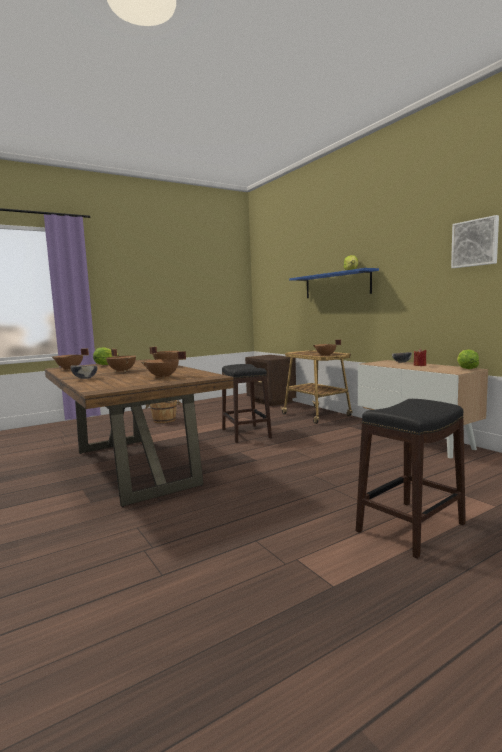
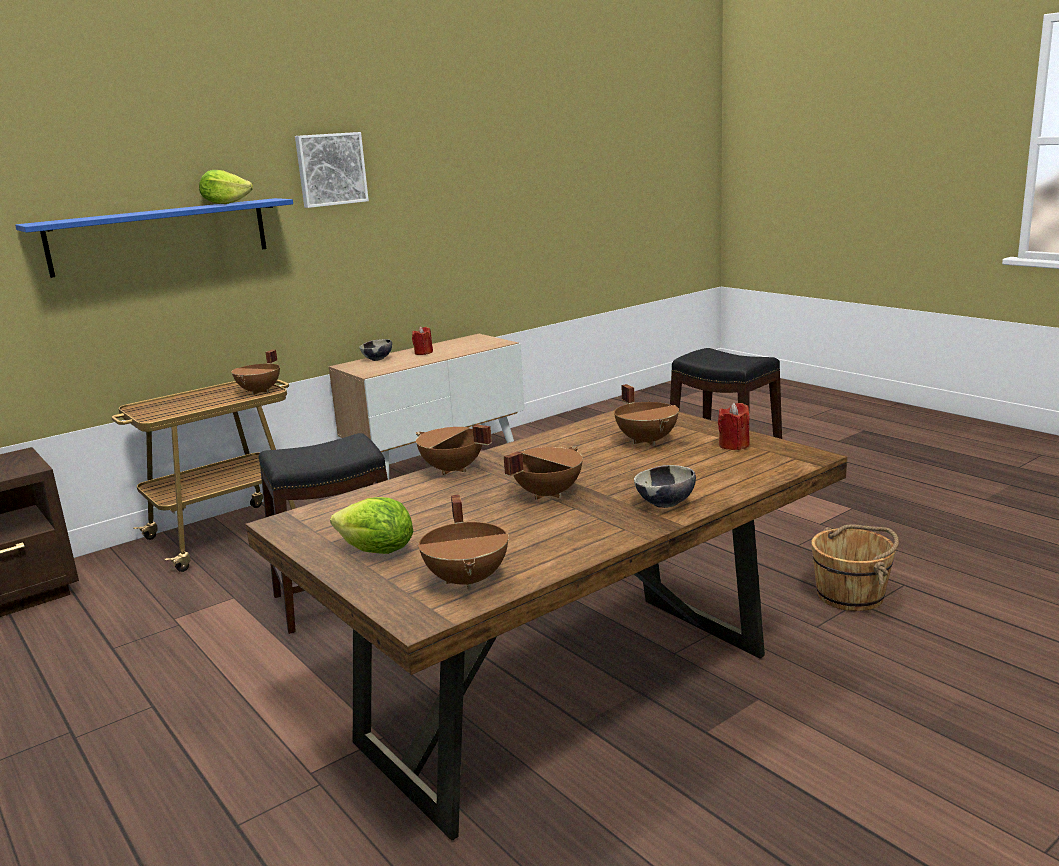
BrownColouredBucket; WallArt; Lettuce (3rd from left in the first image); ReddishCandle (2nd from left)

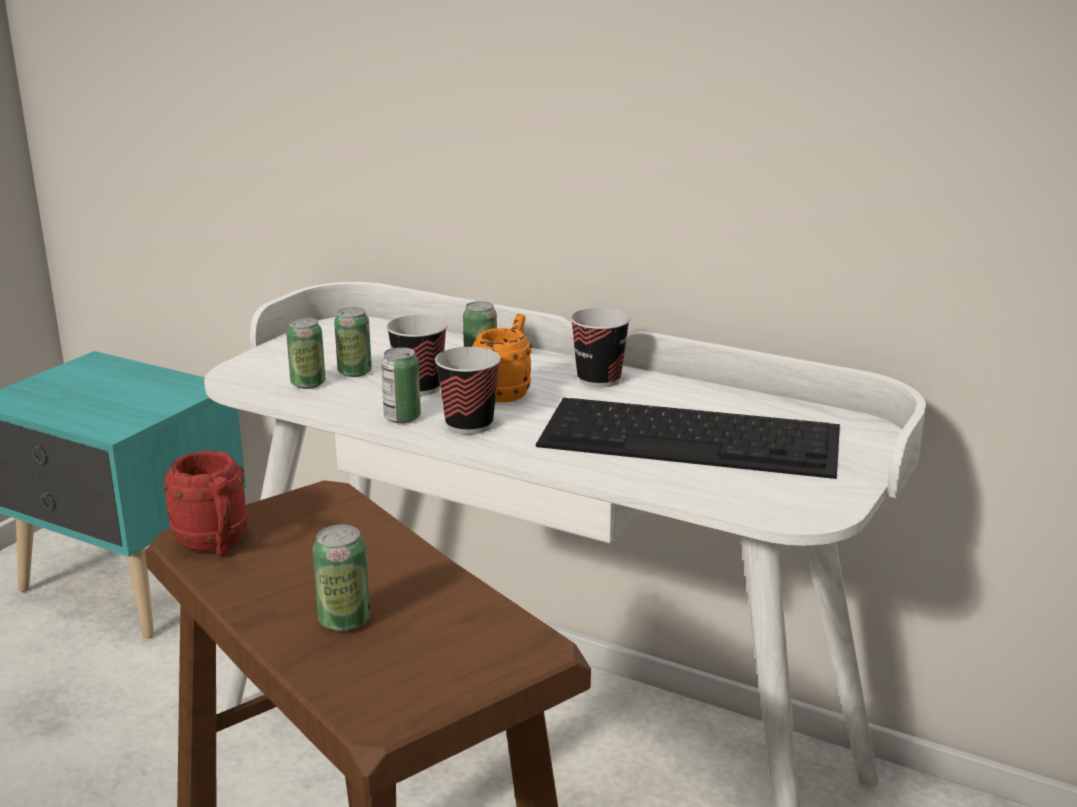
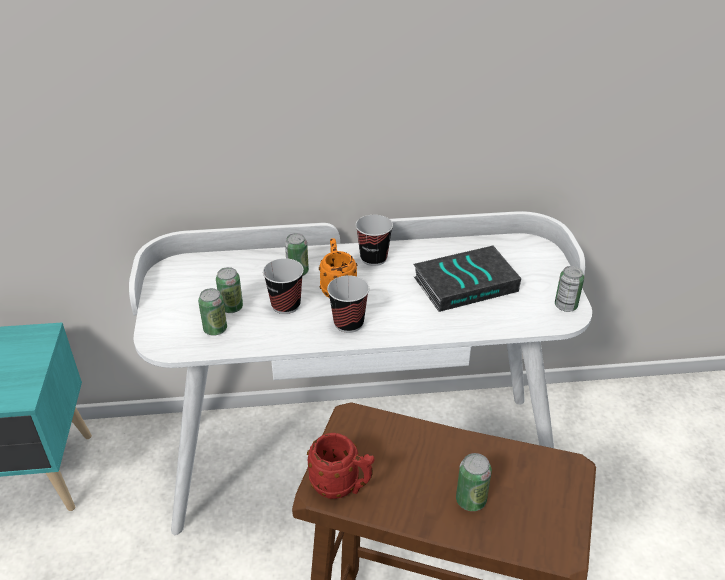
SealedCan (5th from left); BoundBook

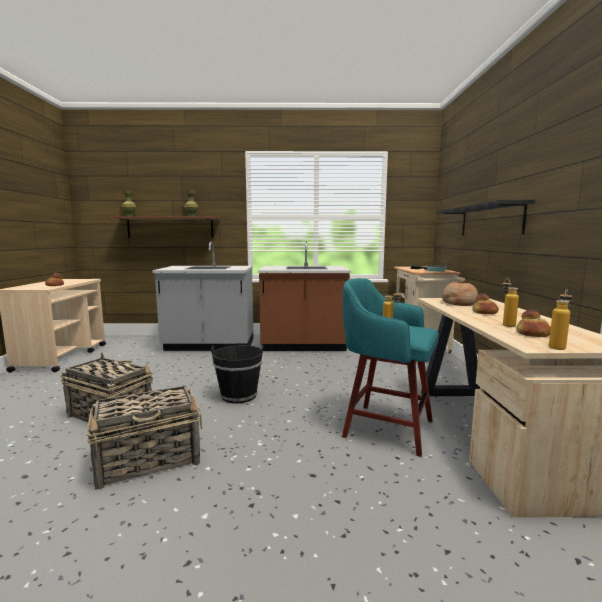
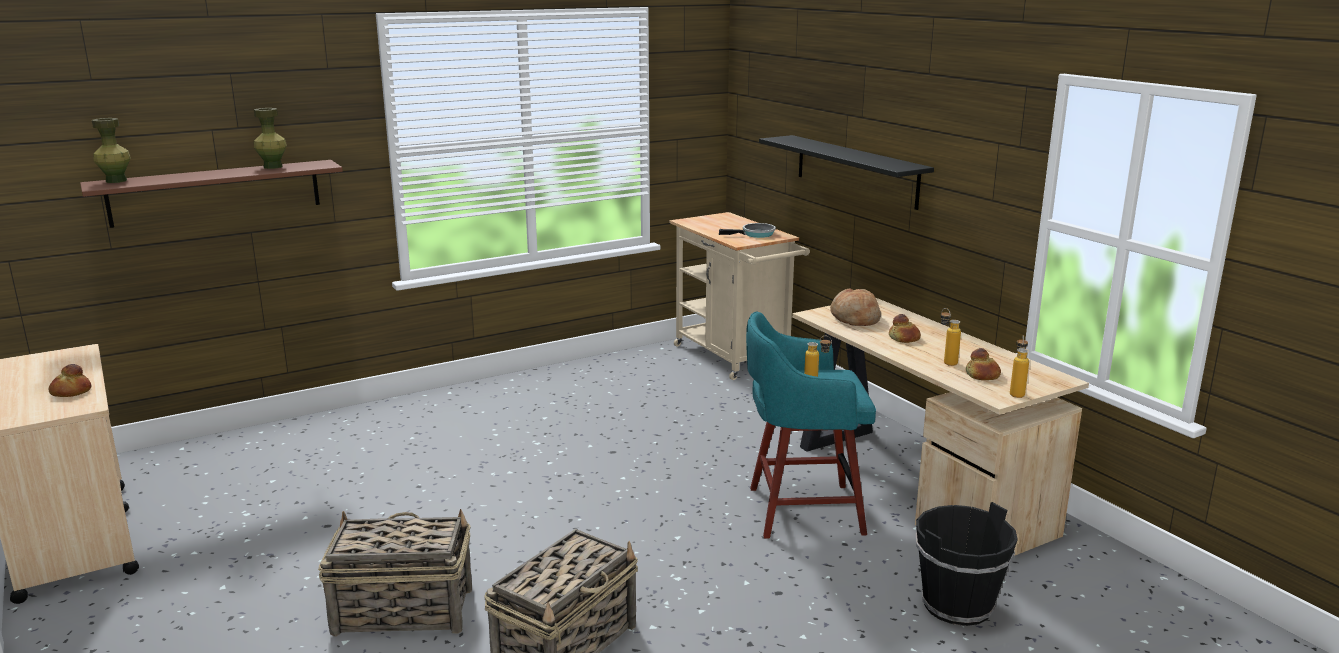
GreyKitchenCounter; BlackBucket; BrownColouredKitchenCounter

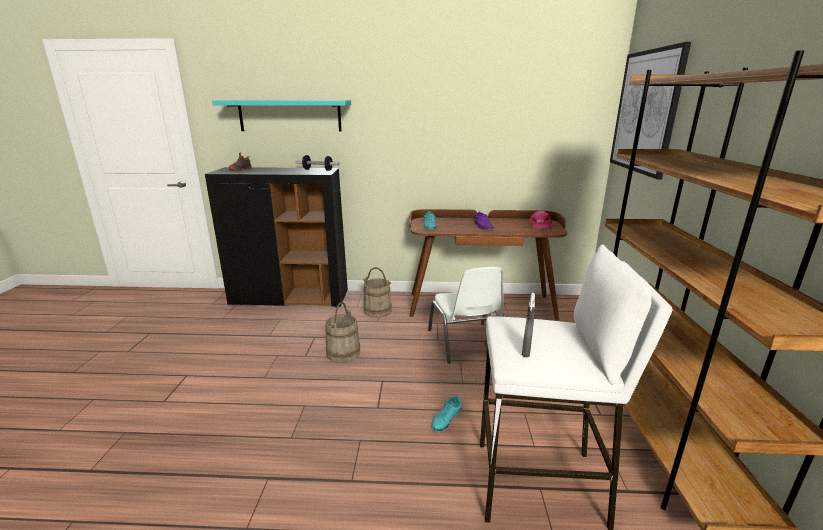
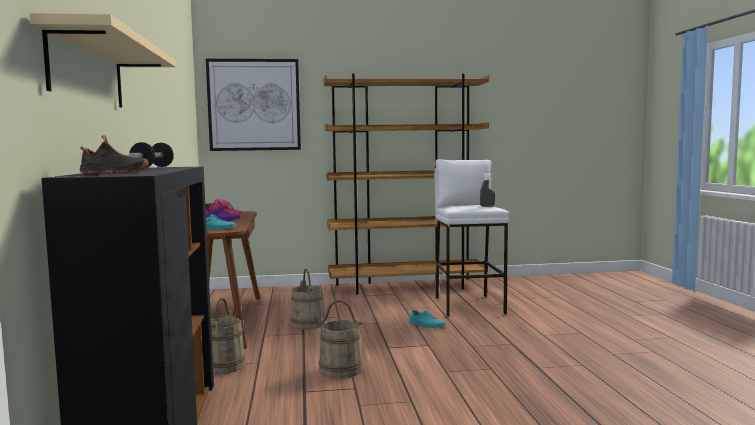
SandColouredShelf; SandColouredBucket (2nd from left)

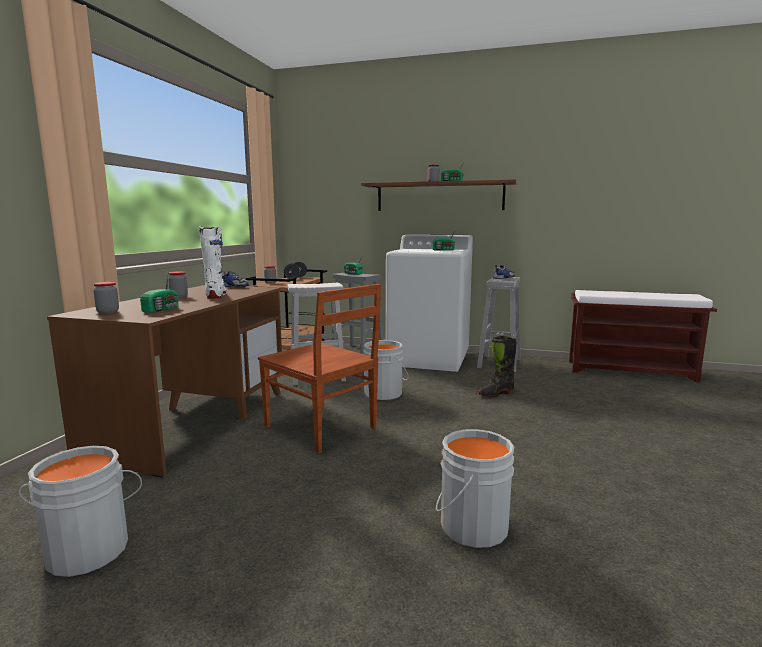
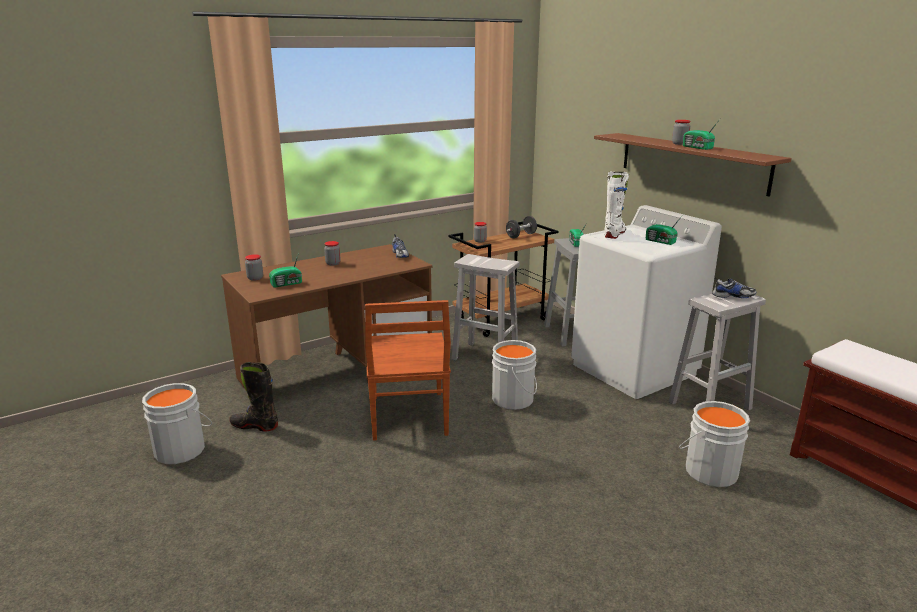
WhiteTallBoot; GreyBucket (3rd from left); BlackTallBoot

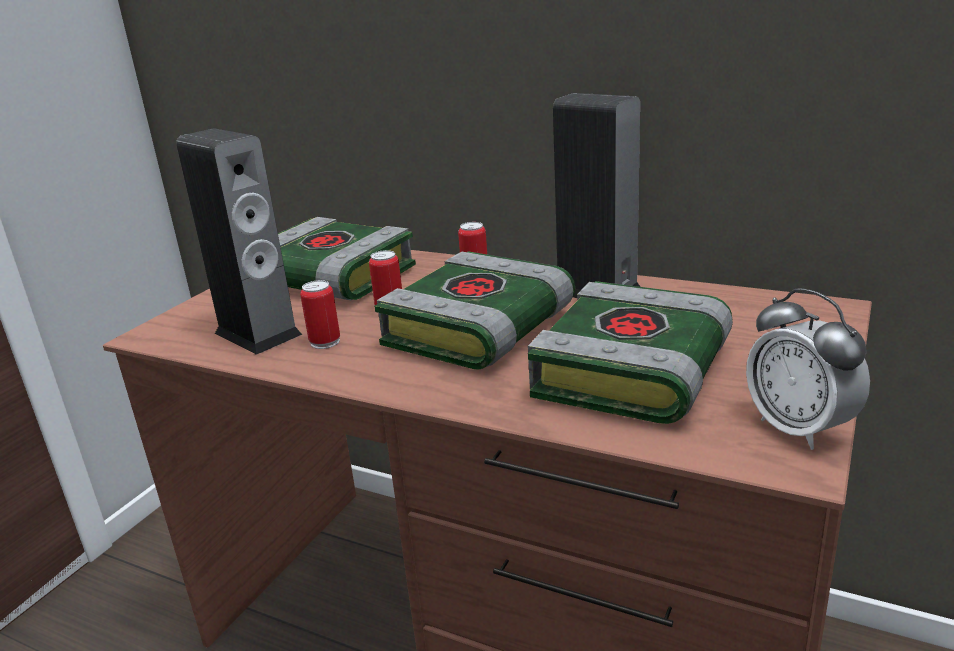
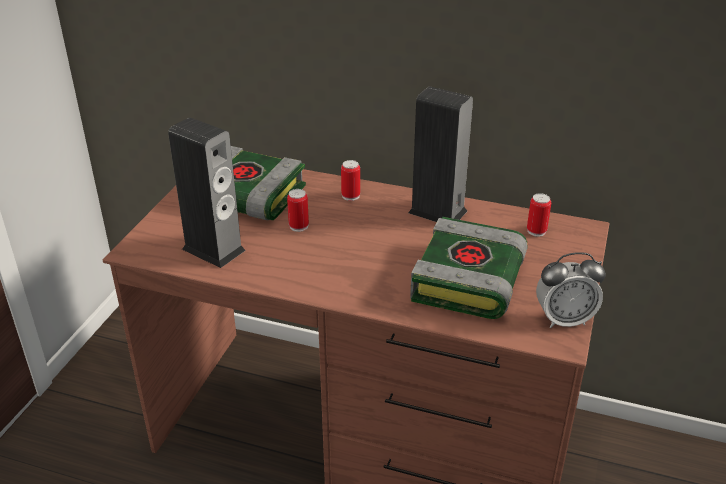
SealedCan (3rd from left); BoundBook (2nd from left in the first image); AlarmClock

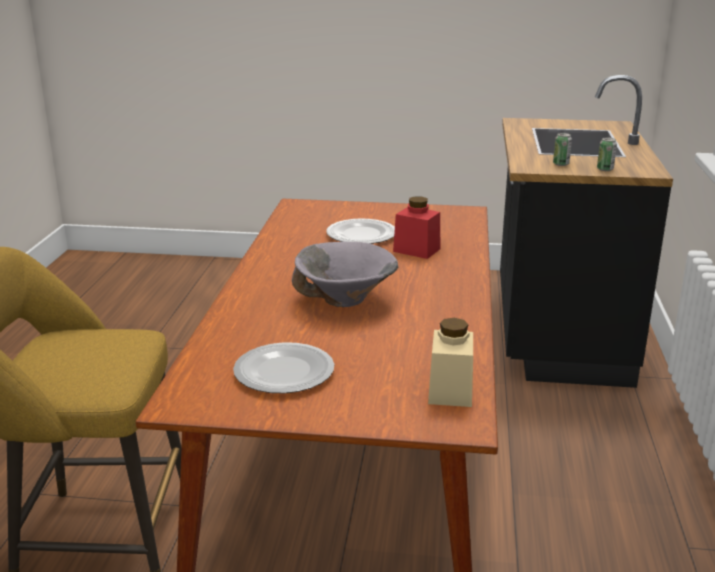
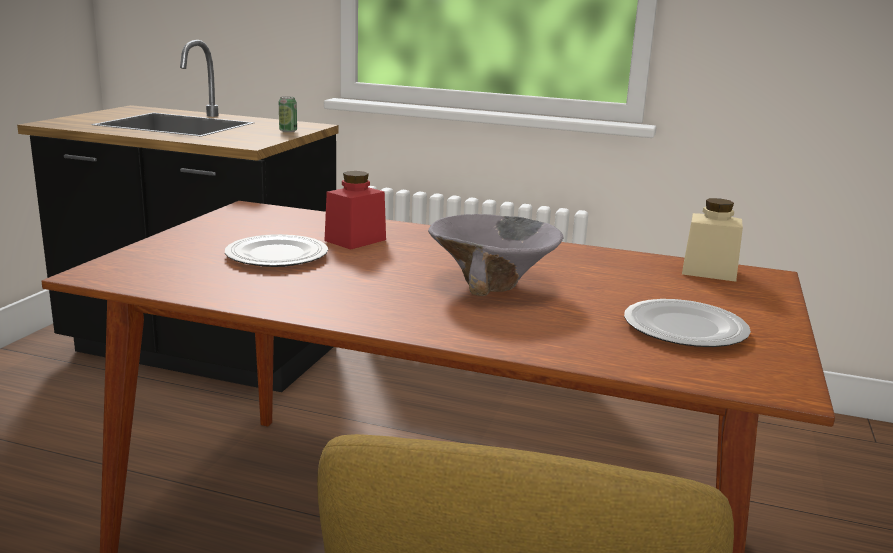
SealedCan (1st from left in the first image)

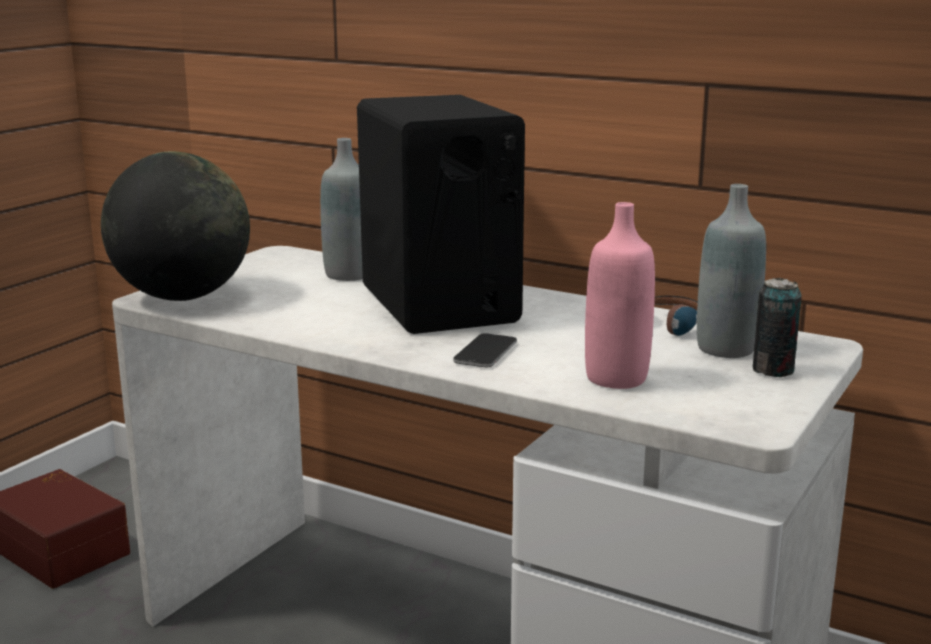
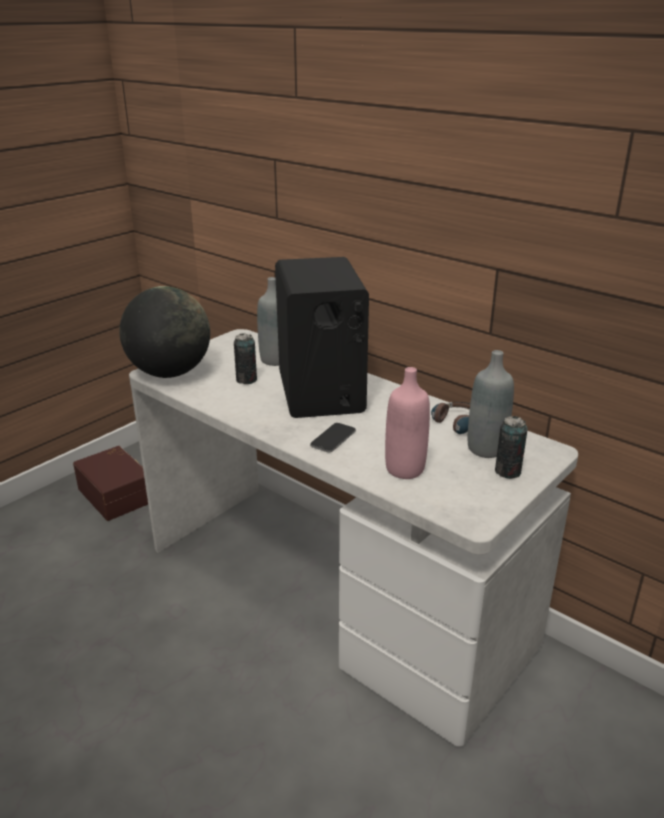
SealedCan (1st from left)

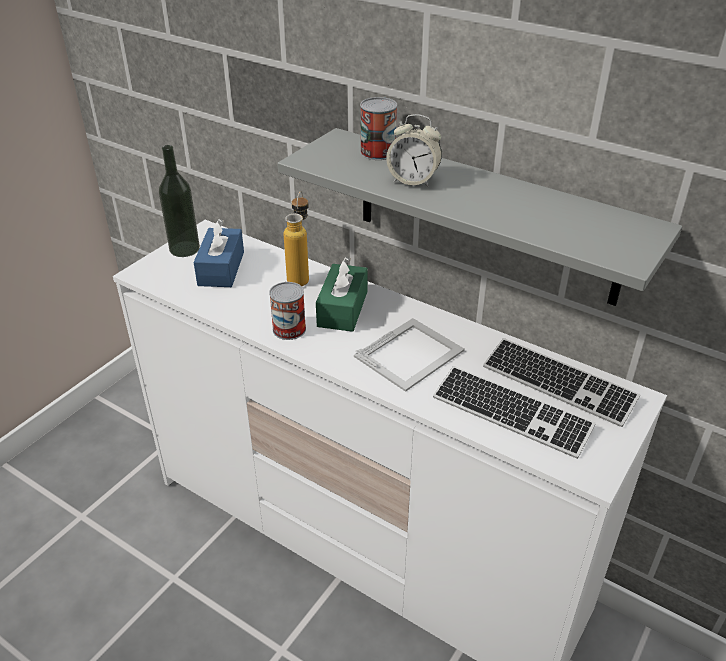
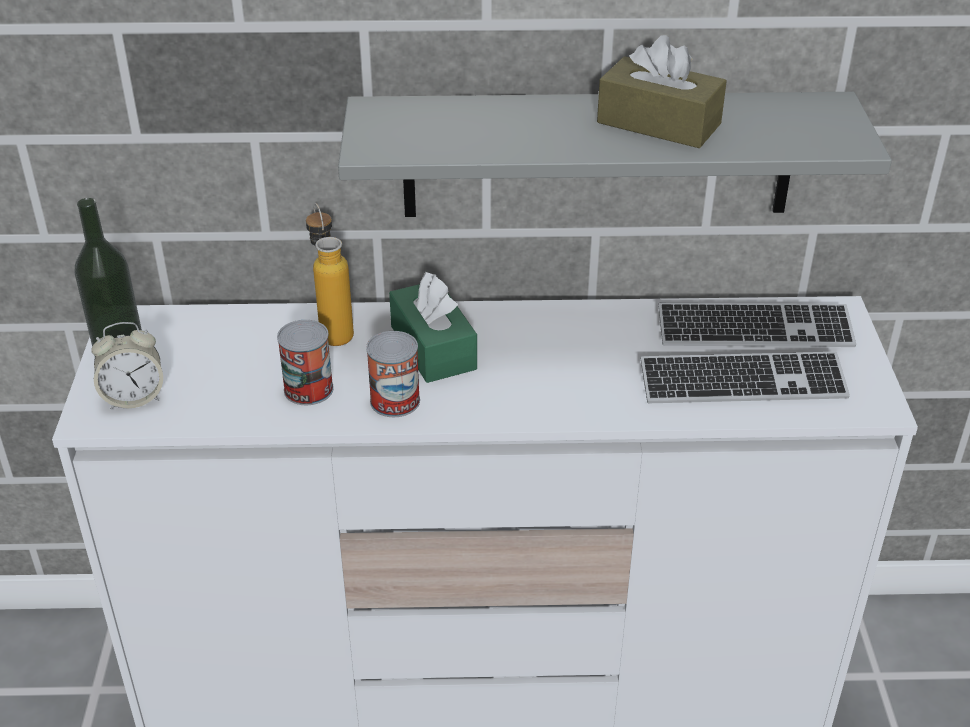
BlueColouredBoxOfTissues; PictureFrame; SealedCan (1st from left); AlarmClock; BrownColouredBoxOfTissues

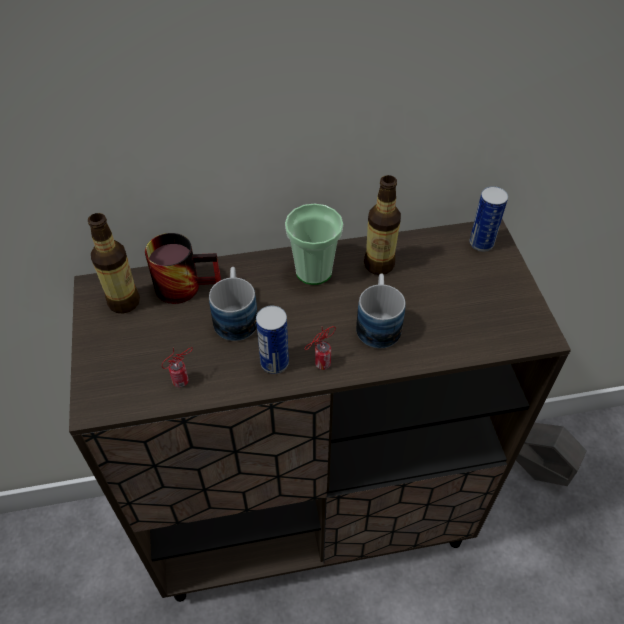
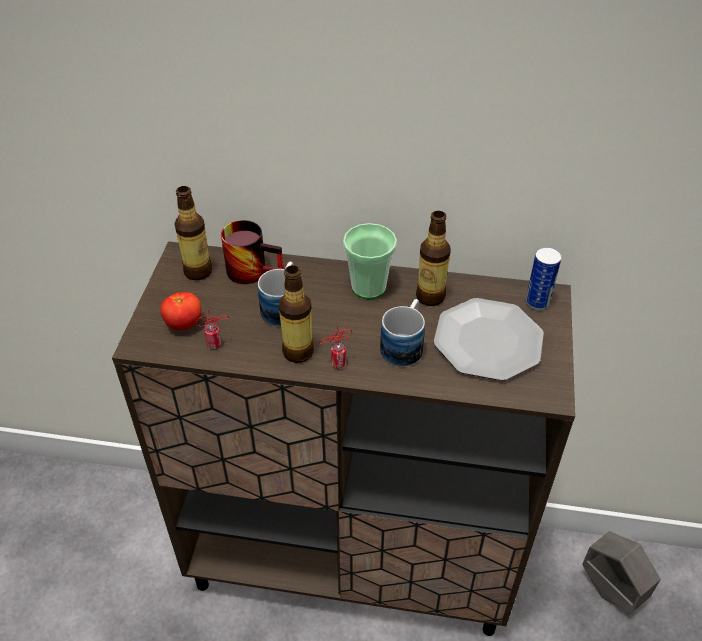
DrinkBottle (2nd from left); WholeTomato; FlatDish

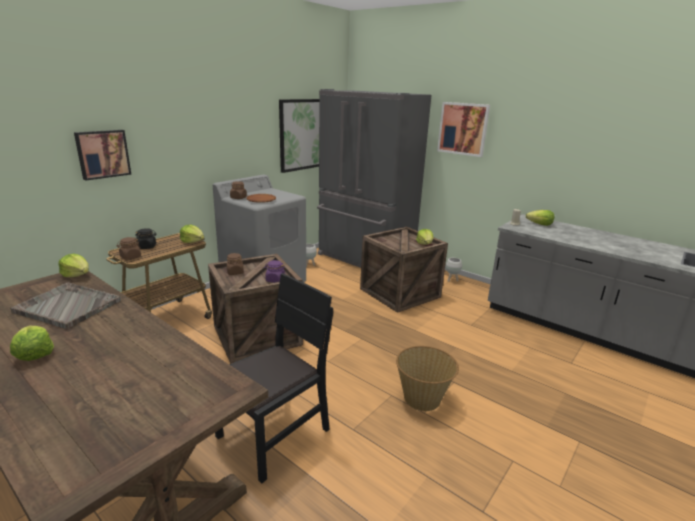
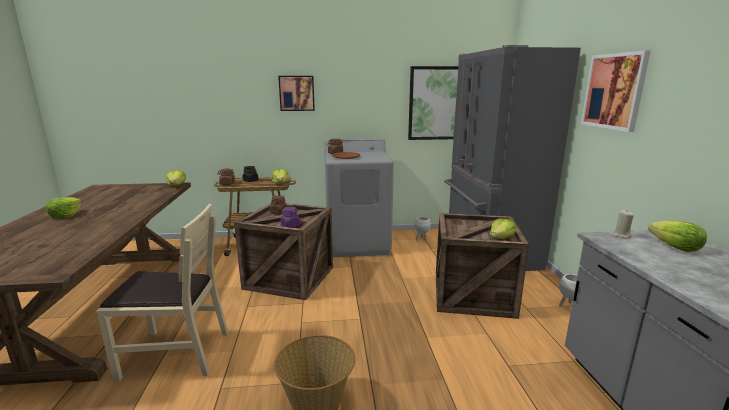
GreyServingTray; WallArt (1st from left); SandColouredUprightChair

